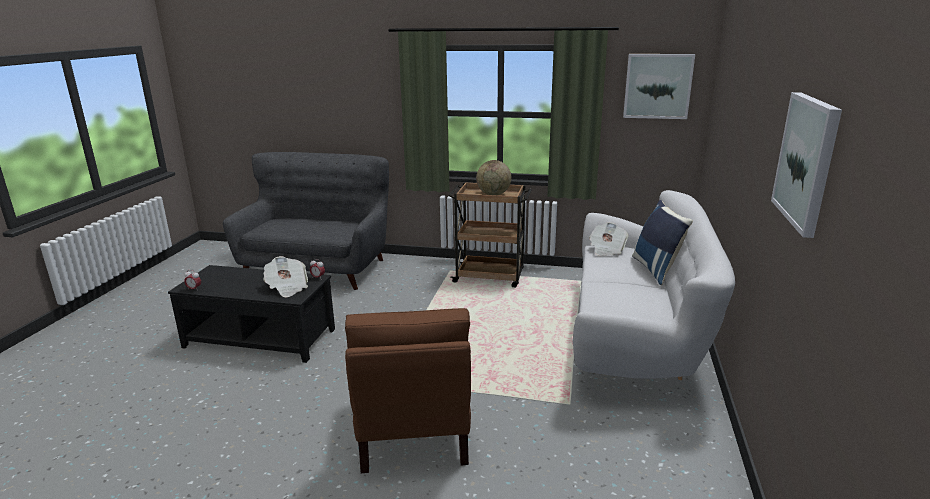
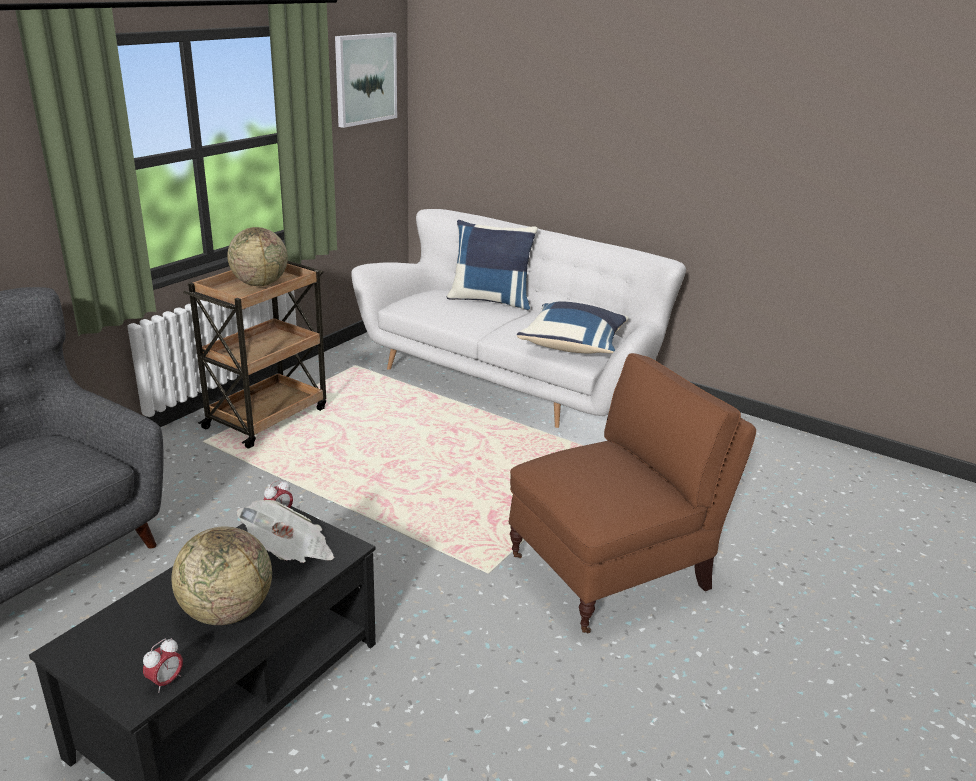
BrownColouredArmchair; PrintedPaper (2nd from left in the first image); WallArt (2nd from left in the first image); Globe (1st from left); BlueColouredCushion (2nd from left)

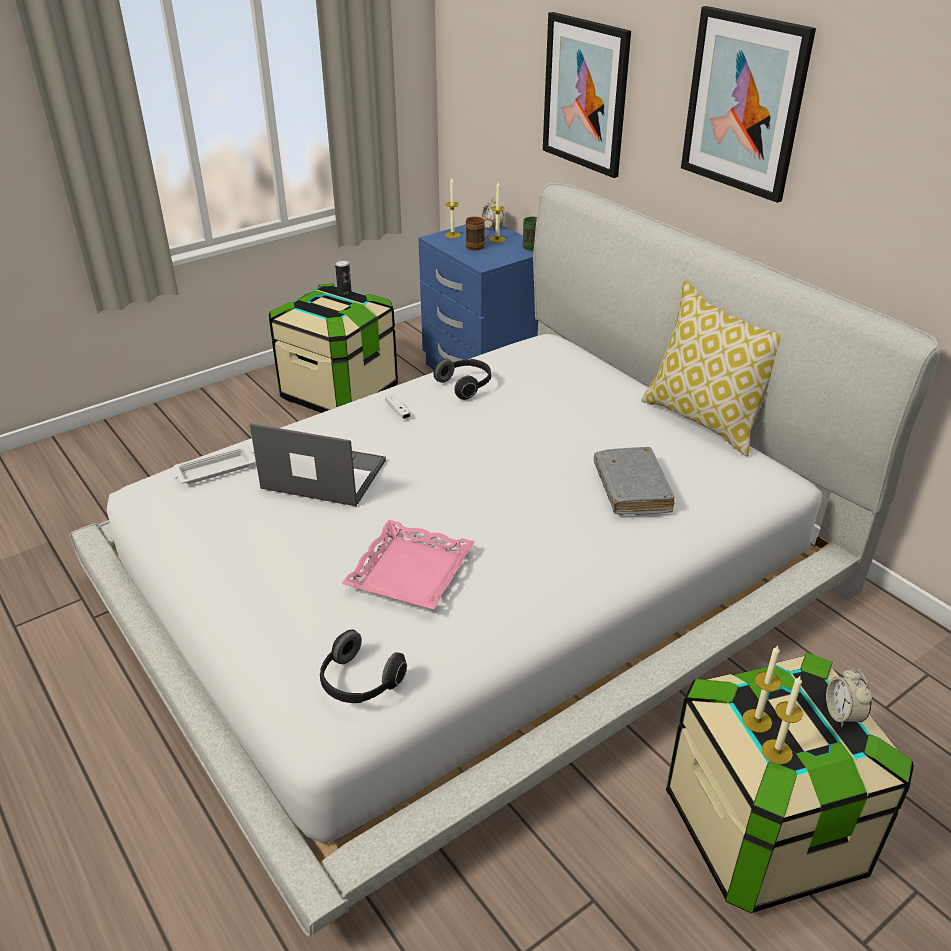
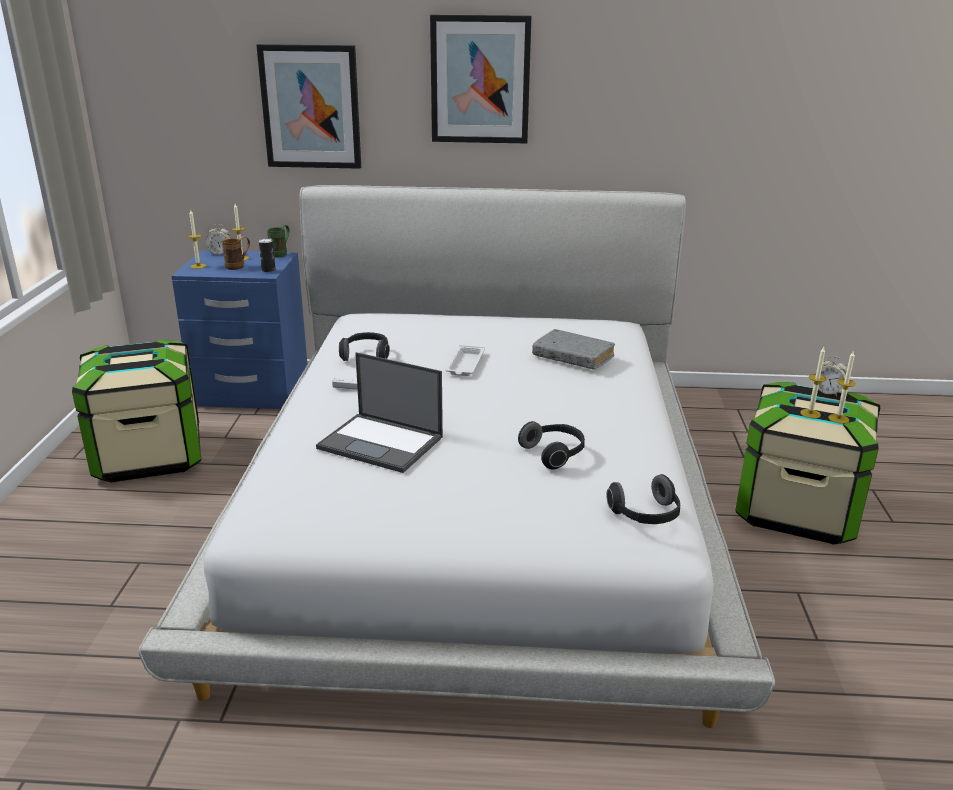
WhiteServingTray; NotebookComputer; SealedCan; Headphones (2nd from left); Cushion

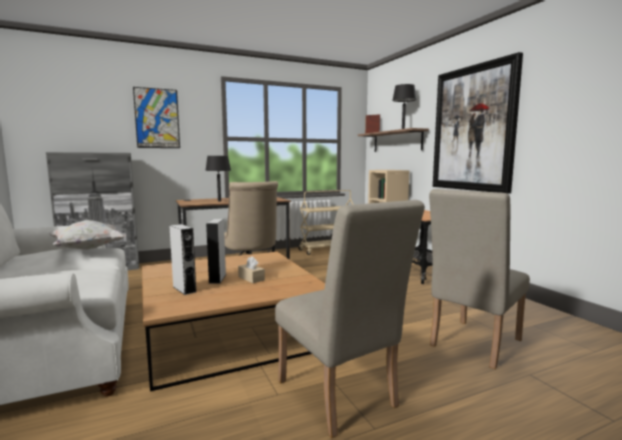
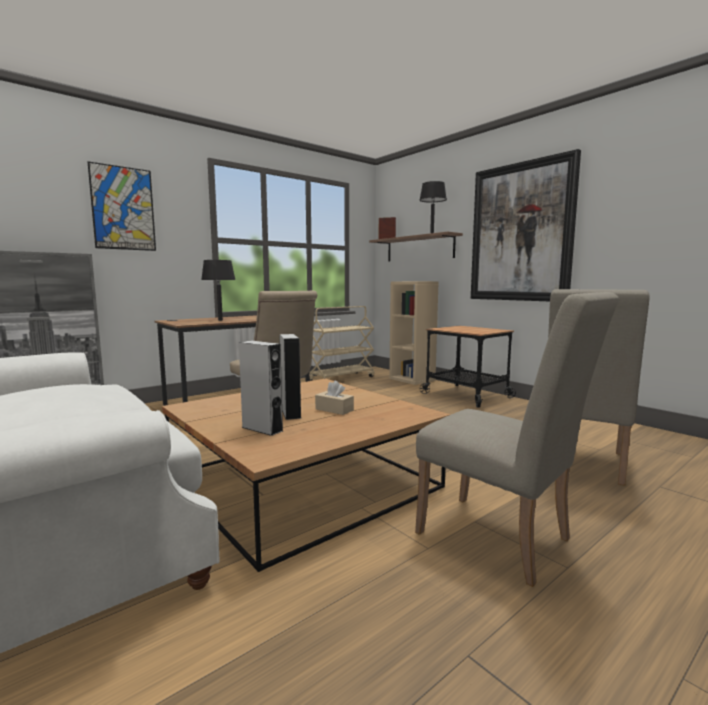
WhiteCushion

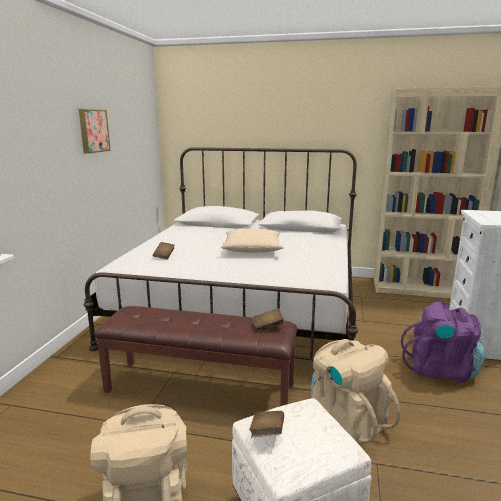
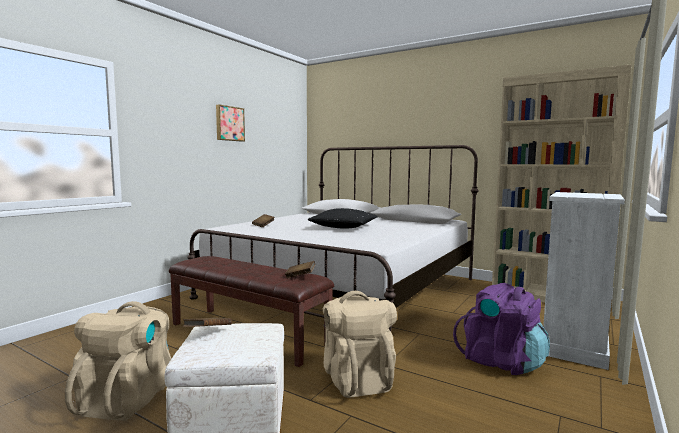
BlackCushion

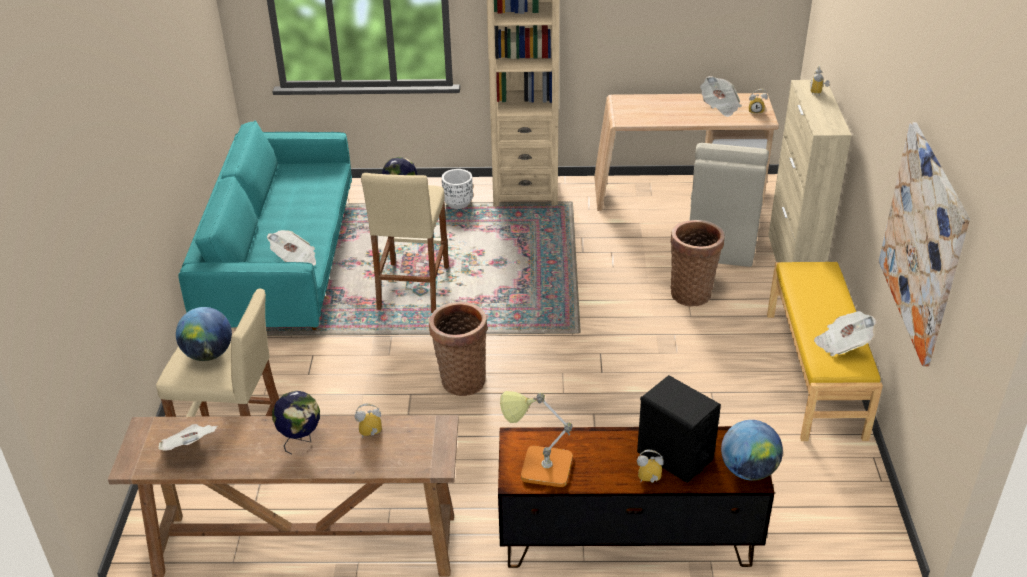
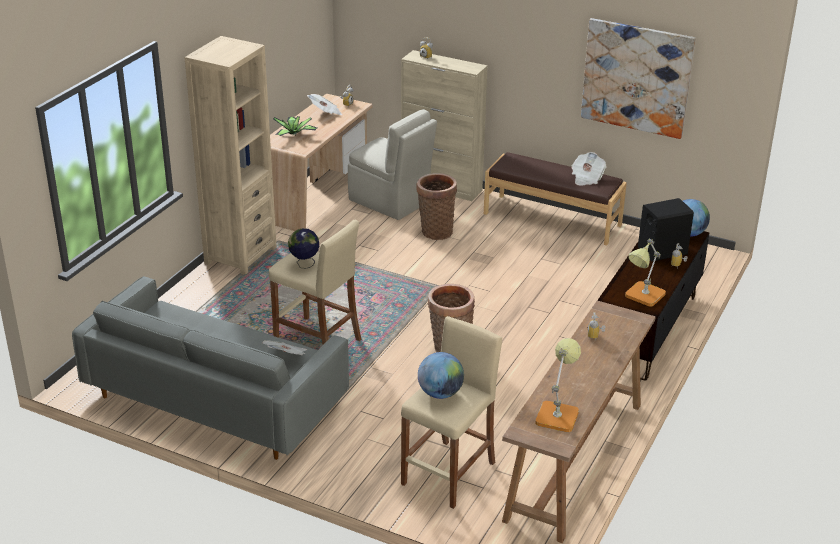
TableLamp (1st from left); GreyCouch; Globe (2nd from left in the first image); WhiteFlowerPot; BrownColouredIndoorBench; PlantInAPot

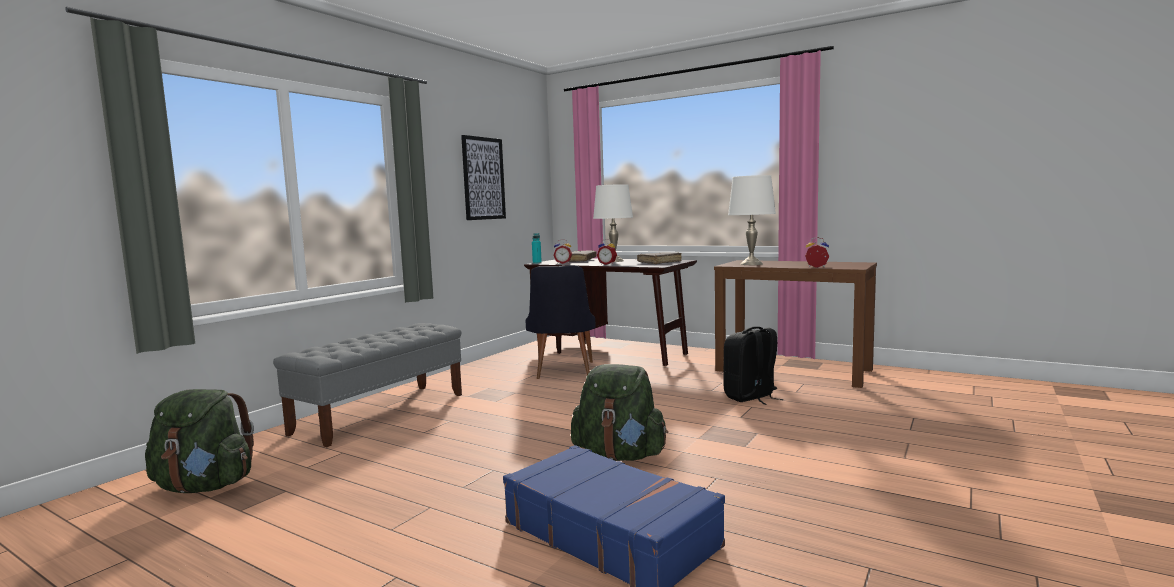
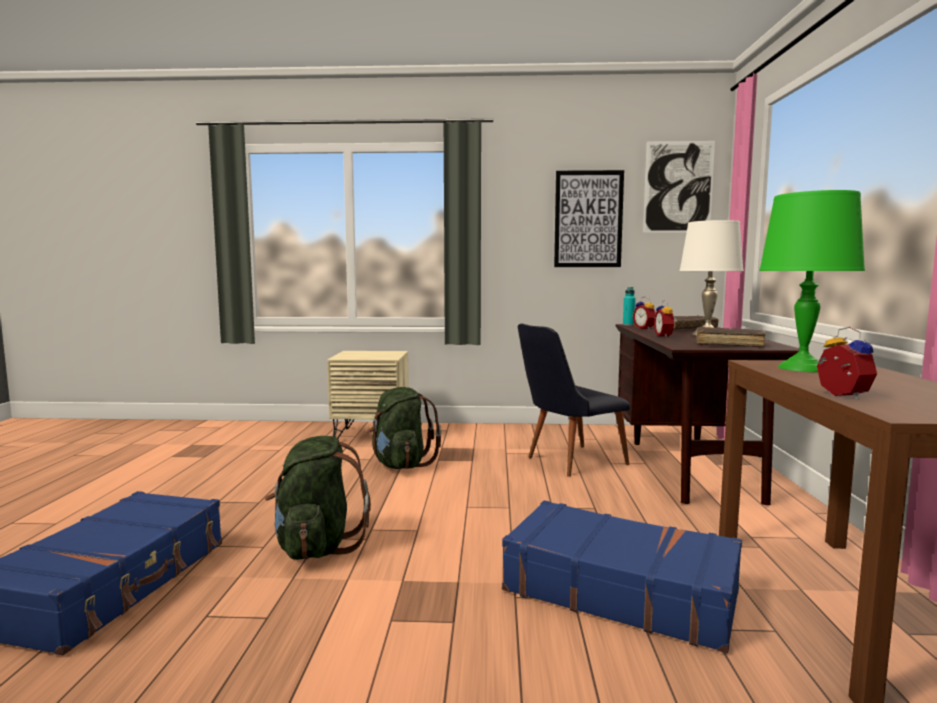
GreenRucksack (2nd from left); SandColouredNightstand; BlueColouredTravelCase (2nd from left); GreenTableLamp; WallArt (2nd from left)

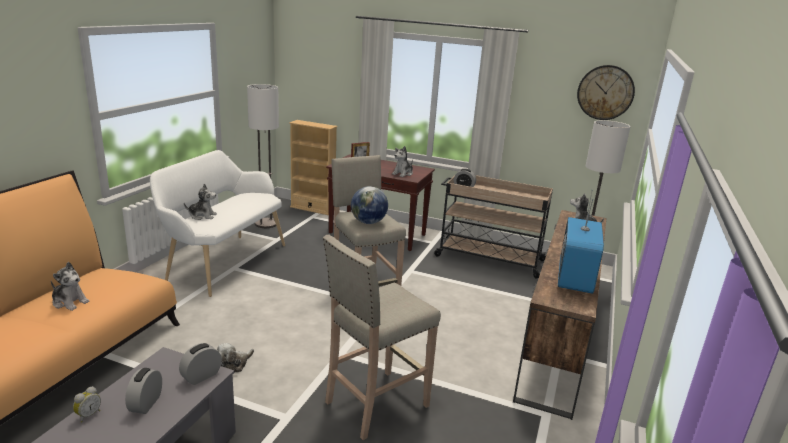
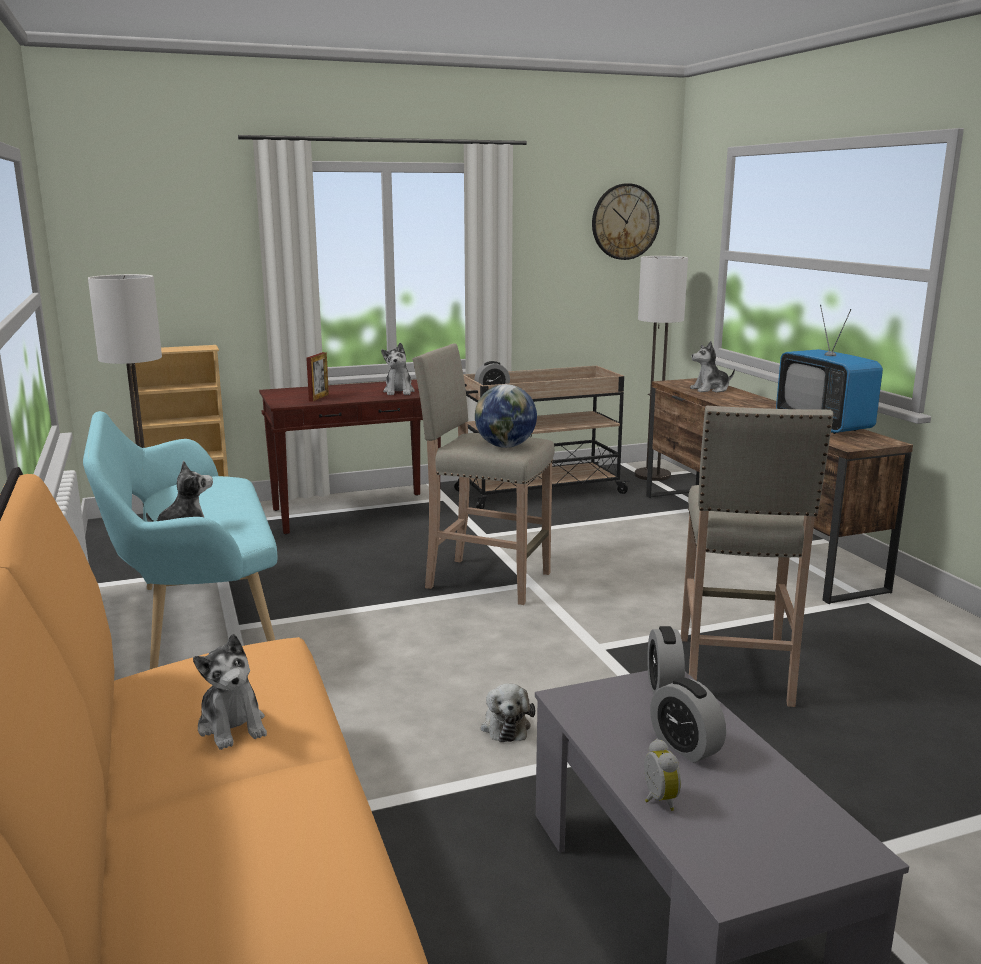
SoftToy (2nd from left); TurquoiseColouredIndoorBench

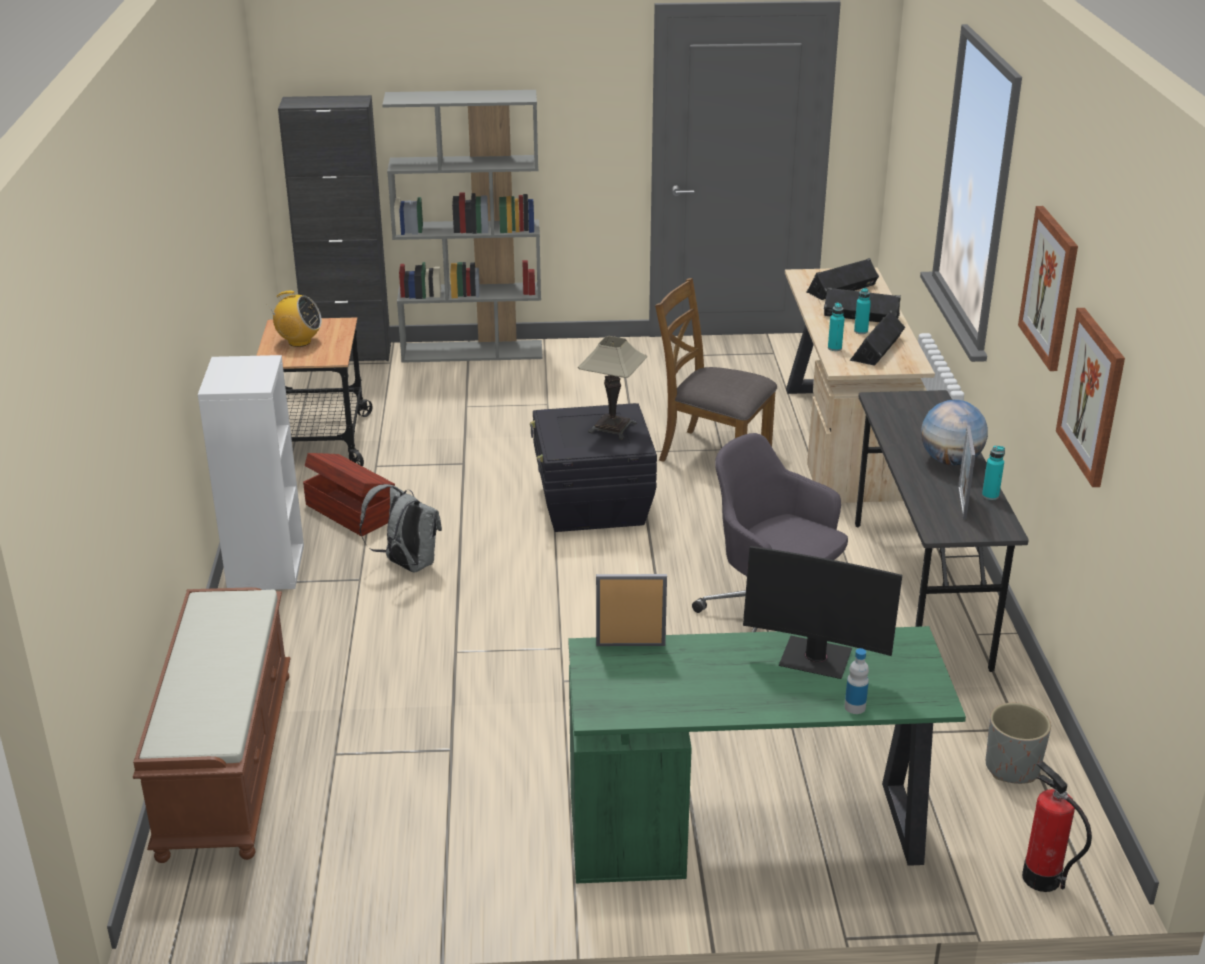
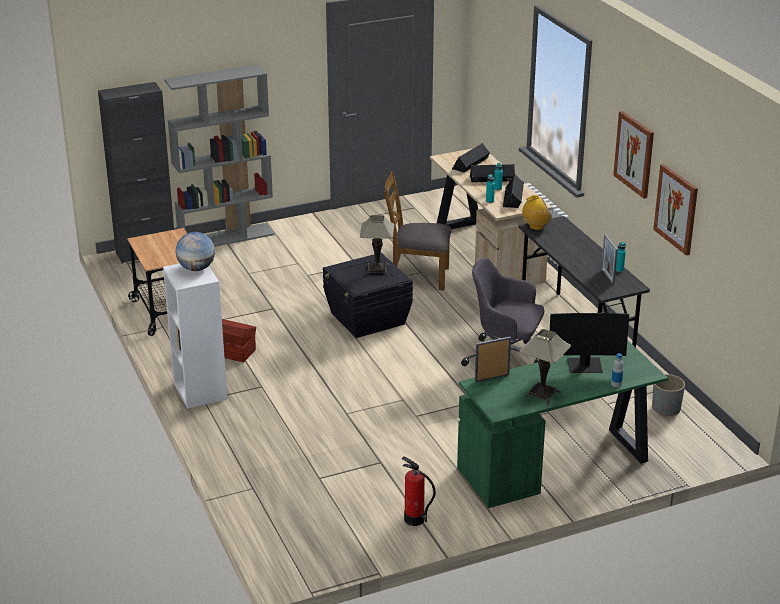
BrownColouredIndoorBench; RadioReceiver; GreyRucksack; Globe; FireFightingCylinder; TableLamp (2nd from left)

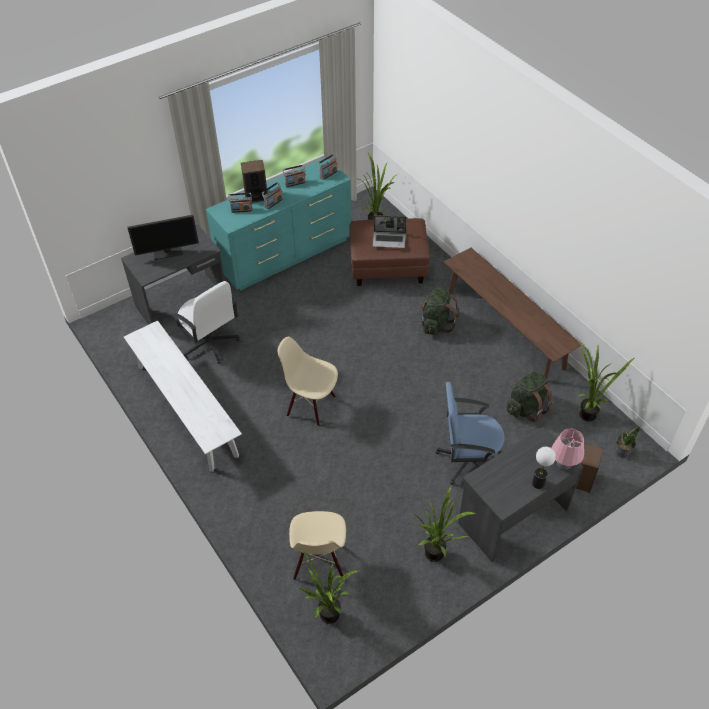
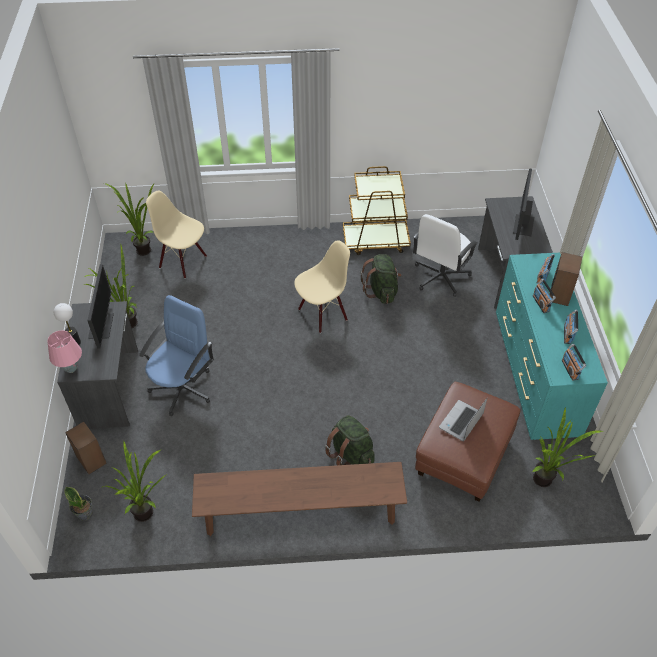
BrownColouredTrolley; WhiteDeskChair; GreenRucksack (2nd from left); Monitor (1st from left)

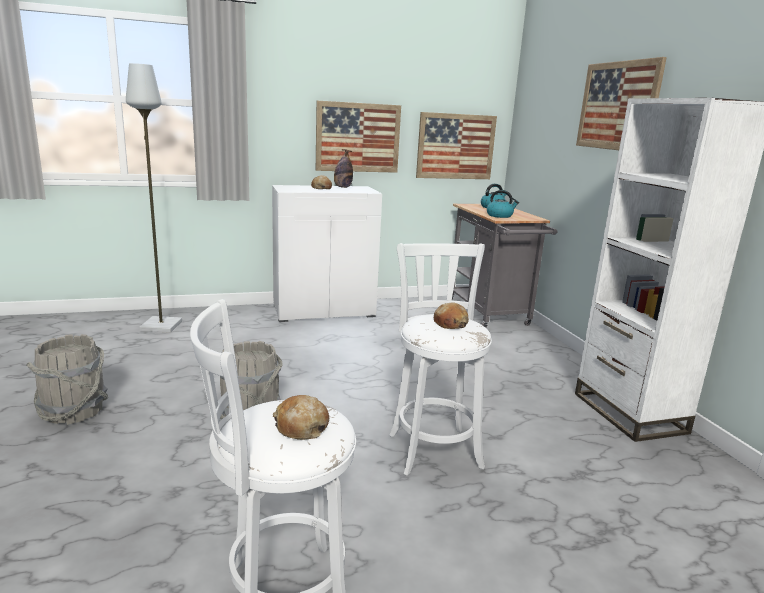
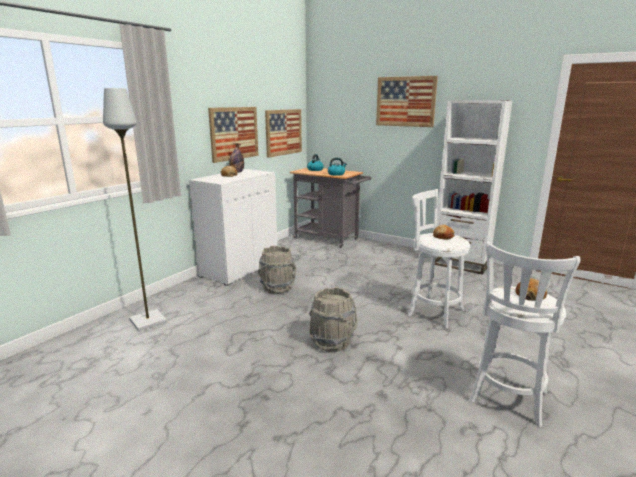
GreyBucket (1st from left)

